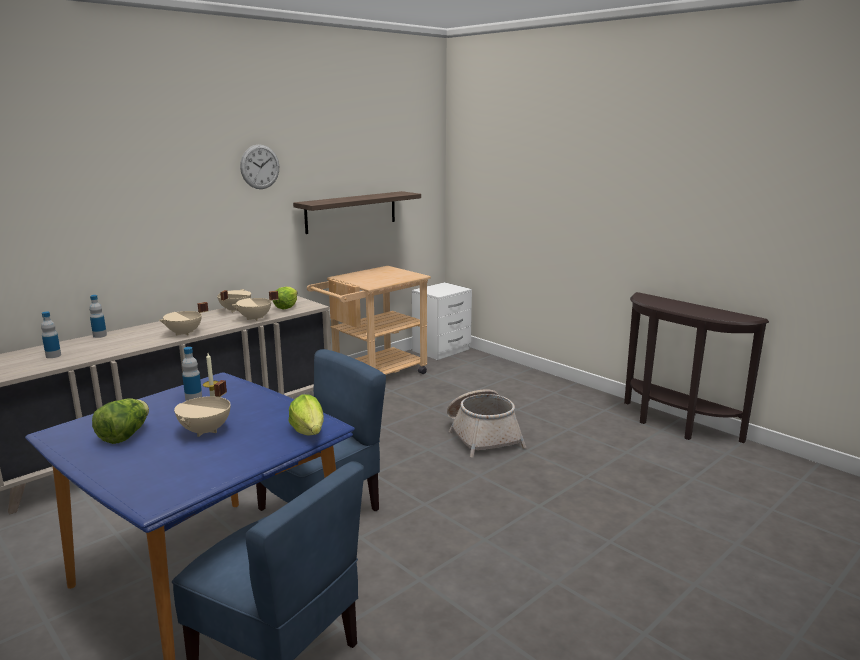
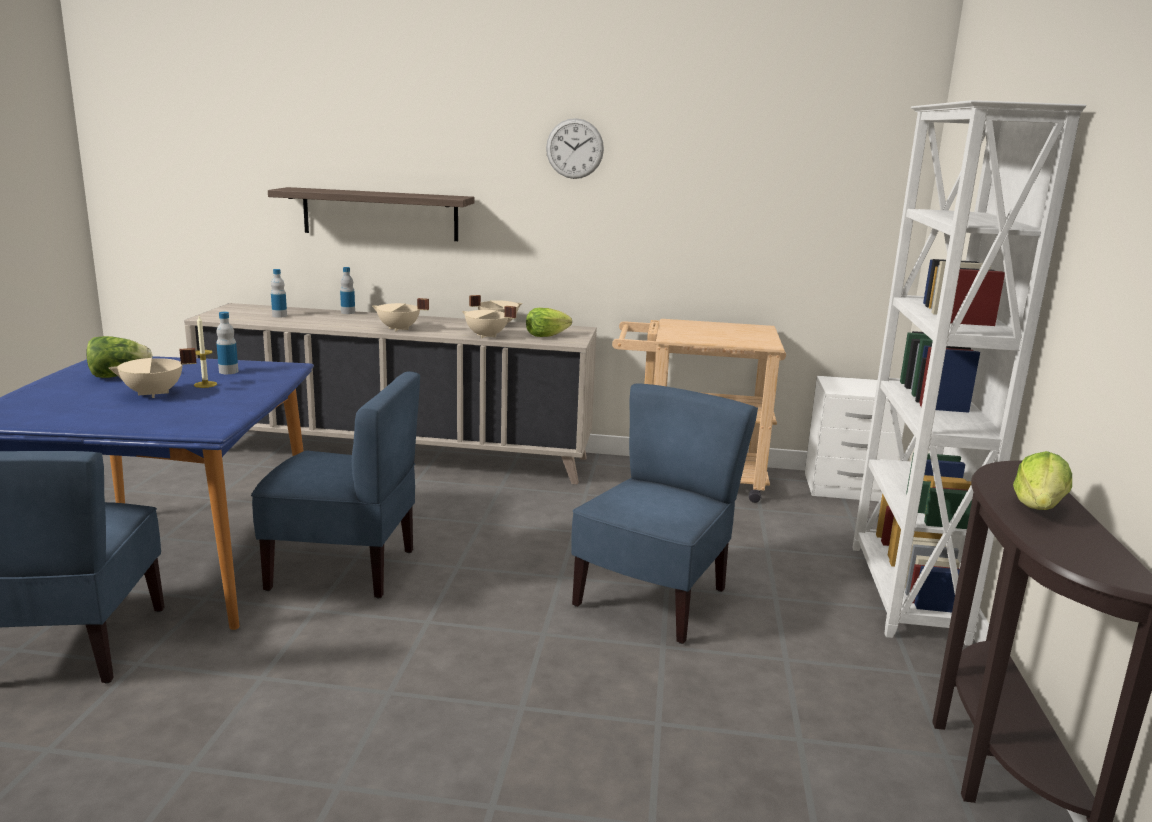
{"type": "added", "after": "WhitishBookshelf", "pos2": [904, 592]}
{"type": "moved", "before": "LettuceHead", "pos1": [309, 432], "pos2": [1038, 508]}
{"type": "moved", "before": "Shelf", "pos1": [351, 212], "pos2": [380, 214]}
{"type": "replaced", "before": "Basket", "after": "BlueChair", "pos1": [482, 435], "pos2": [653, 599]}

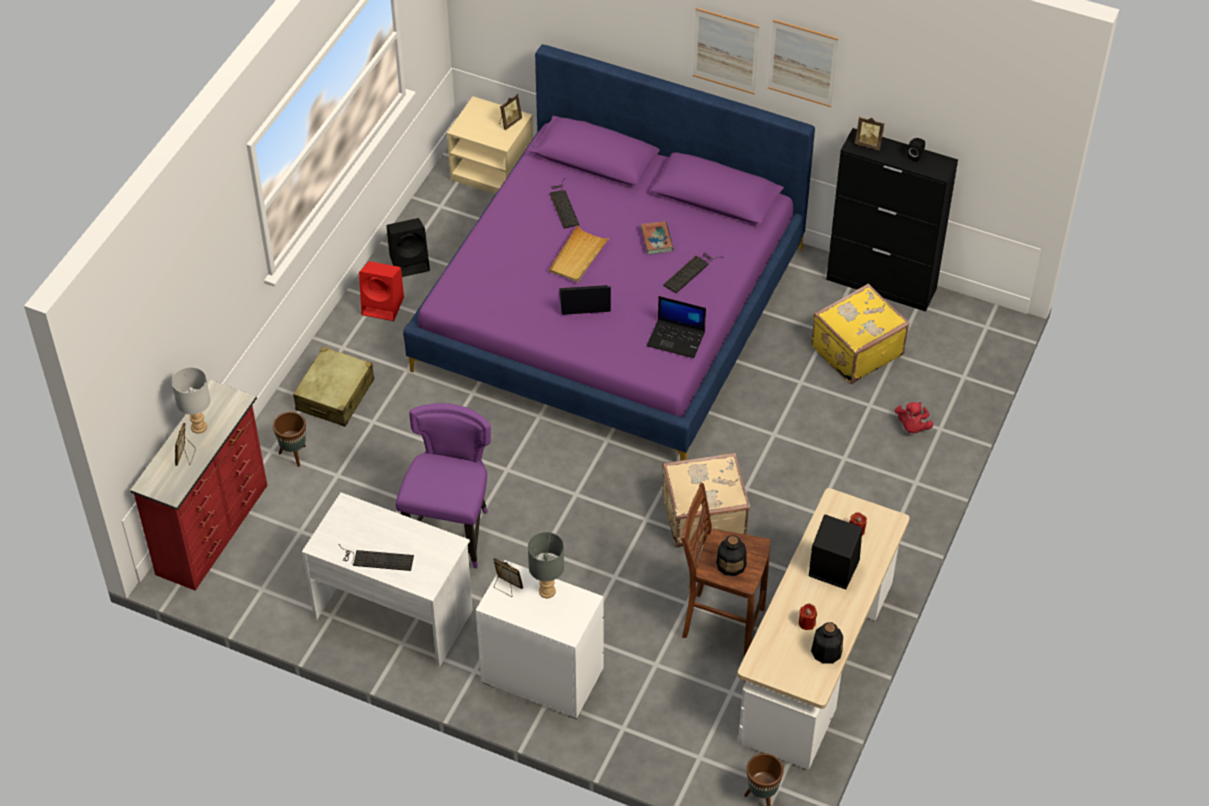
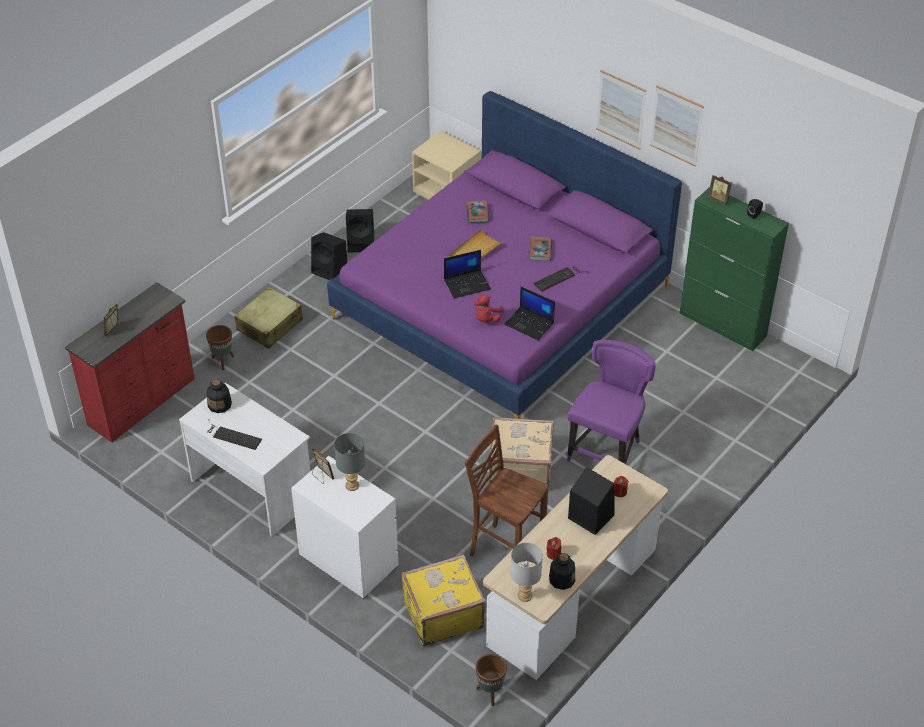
{"type": "removed", "before": "PhotoFrame", "pos1": [509, 122]}
{"type": "moved", "before": "GreyishTableLamp", "pos1": [199, 426], "pos2": [525, 595]}
{"type": "moved", "before": "PurpleChair", "pos1": [451, 532], "pos2": [607, 451]}
{"type": "moved", "before": "BeverageBottle", "pos1": [731, 564], "pos2": [220, 405]}
{"type": "moved", "before": "YellowTravelCase", "pos1": [855, 350], "pos2": [442, 613]}
{"type": "moved", "before": "ReddishPlushToy", "pos1": [912, 427], "pos2": [486, 319]}
{"type": "replaced", "before": "Keyboard", "after": "Volume", "pos1": [563, 205], "pos2": [477, 213]}
{"type": "recoloured", "before": "ReddishLoudspeaker", "after": "BlackishLoudspeaker", "pos1": [384, 306], "pos2": [330, 270]}
{"type": "recoloured", "before": "BlackishCupboard", "after": "GreenishCupboard", "pos1": [881, 284], "pos2": [723, 325]}
{"type": "turned", "before": "NotebookComputer", "pos1": [584, 301], "pos2": [467, 284], "turn": 150}

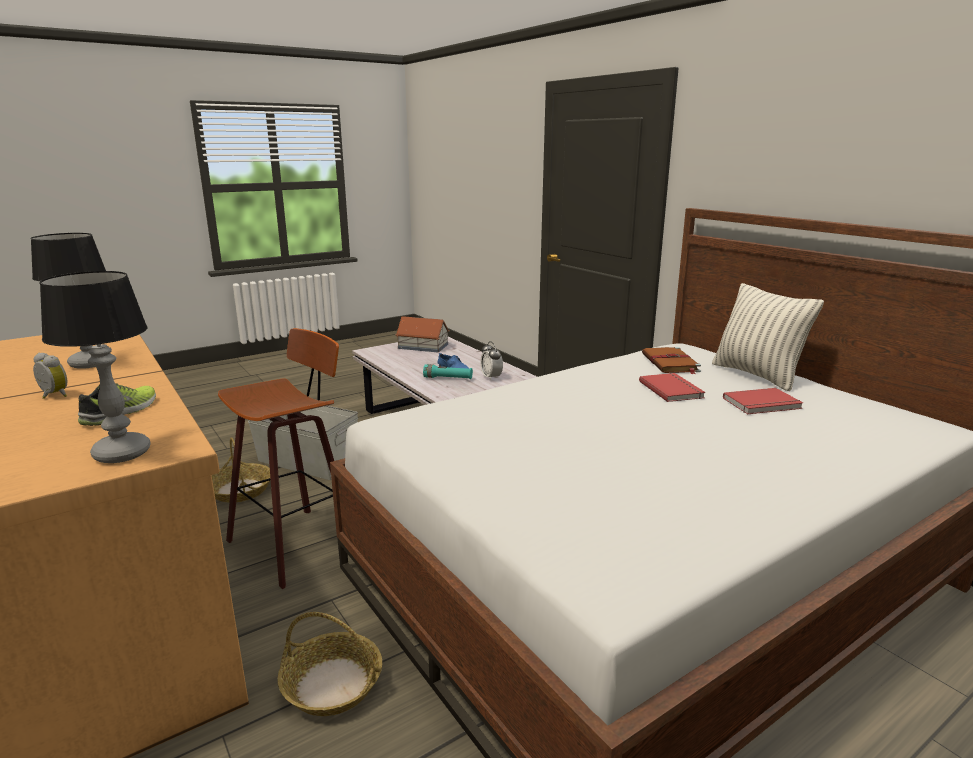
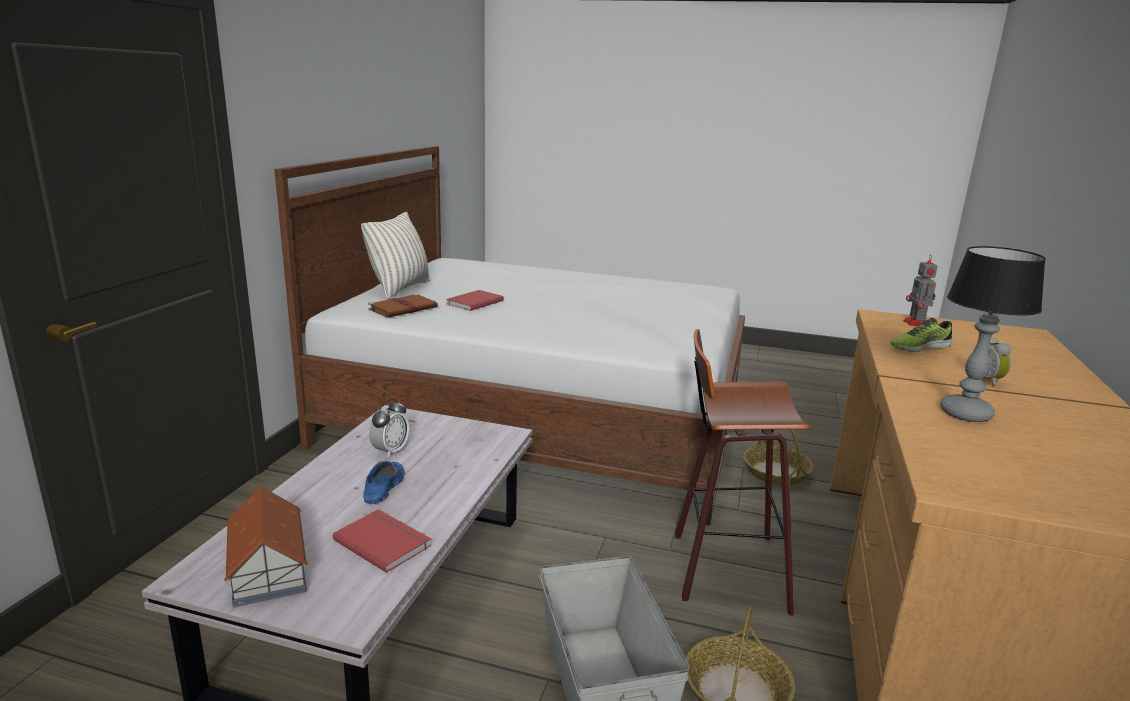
{"type": "removed", "before": "BlueGreenHandTorch", "pos1": [448, 378]}
{"type": "moved", "before": "ReddishVolume", "pos1": [763, 404], "pos2": [384, 541]}
{"type": "replaced", "before": "TableLamp", "after": "ModelRobot", "pos1": [120, 453], "pos2": [916, 324]}

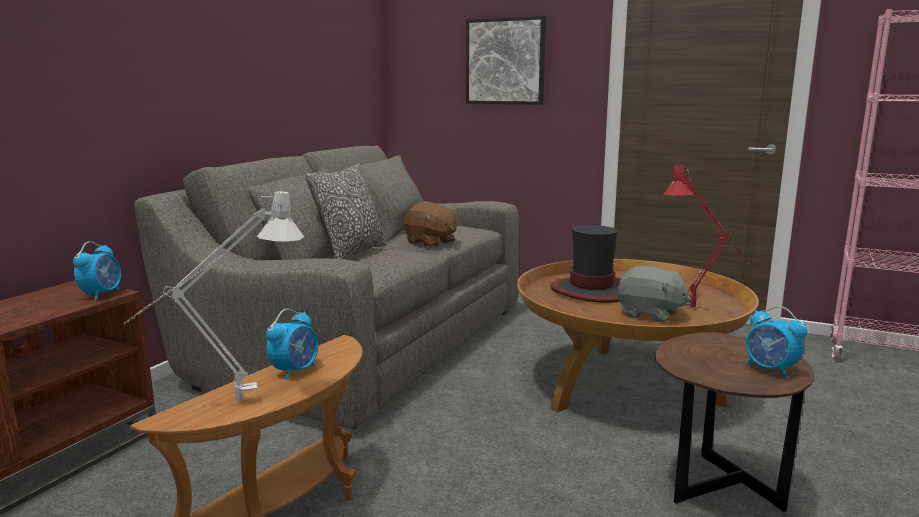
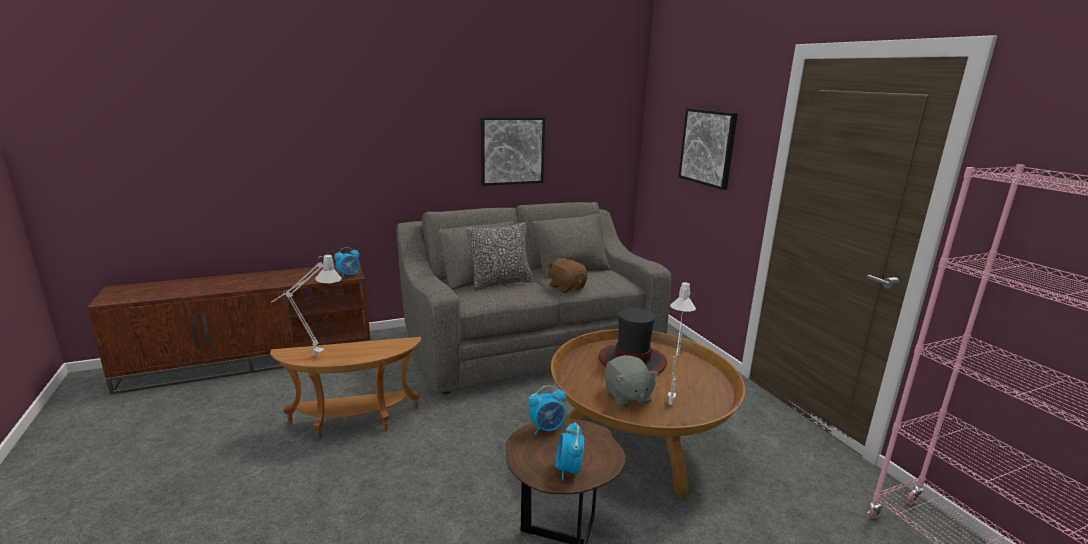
{"type": "added", "after": "Picture", "pos2": [512, 150]}
{"type": "moved", "before": "BedsideClock", "pos1": [295, 371], "pos2": [547, 429]}
{"type": "recoloured", "before": "ReddishTableLamp", "after": "WhitishTableLamp", "pos1": [698, 310], "pos2": [670, 409]}
{"type": "turned", "before": "BrownPlushToy", "pos1": [430, 242], "pos2": [566, 287], "turn": 150}

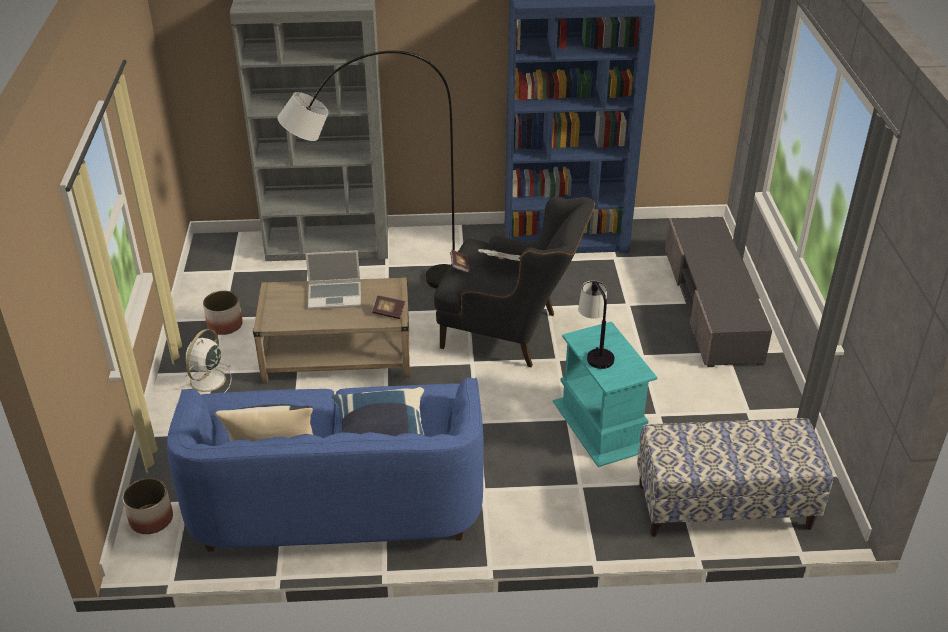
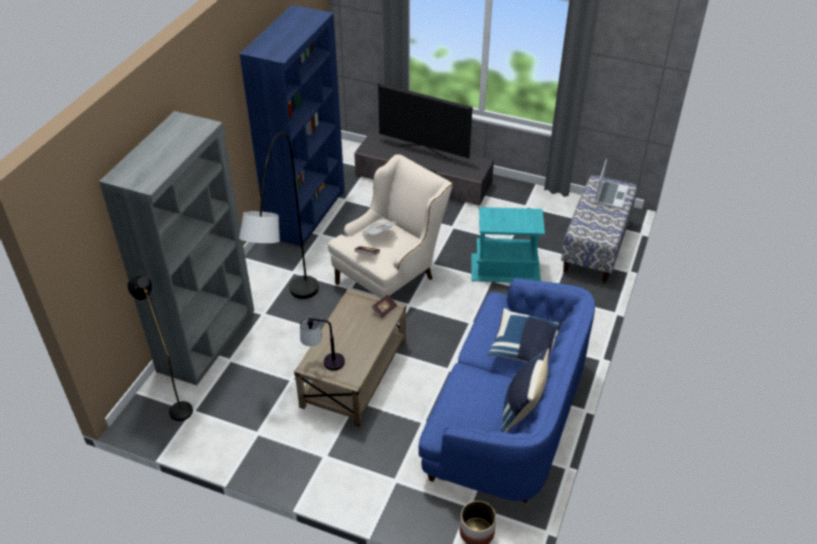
{"type": "removed", "before": "WhitishCoolingFan", "pos1": [207, 381]}
{"type": "removed", "before": "FlowerPot", "pos1": [225, 325]}
{"type": "added", "after": "BlackishFloorLamp", "pos2": [177, 406]}
{"type": "added", "after": "Television", "pos2": [423, 152]}
{"type": "moved", "before": "NotebookComputer", "pos1": [335, 296], "pos2": [610, 195]}
{"type": "moved", "before": "TableLamp", "pos1": [594, 352], "pos2": [323, 362]}
{"type": "recoloured", "before": "BlackishEasyChair", "after": "BeigeEasyChair", "pos1": [511, 333], "pos2": [391, 275]}

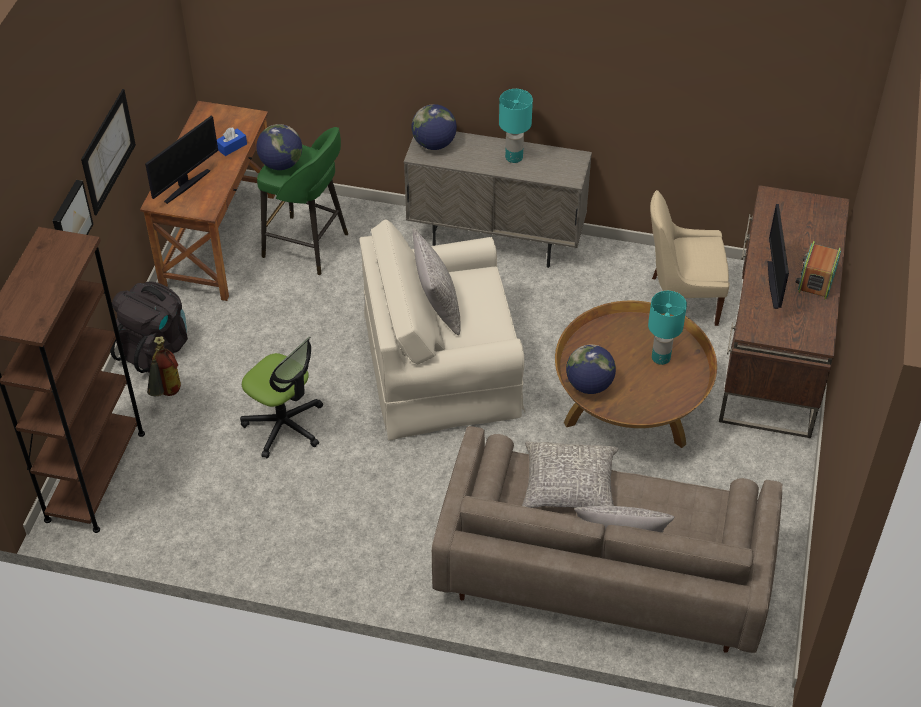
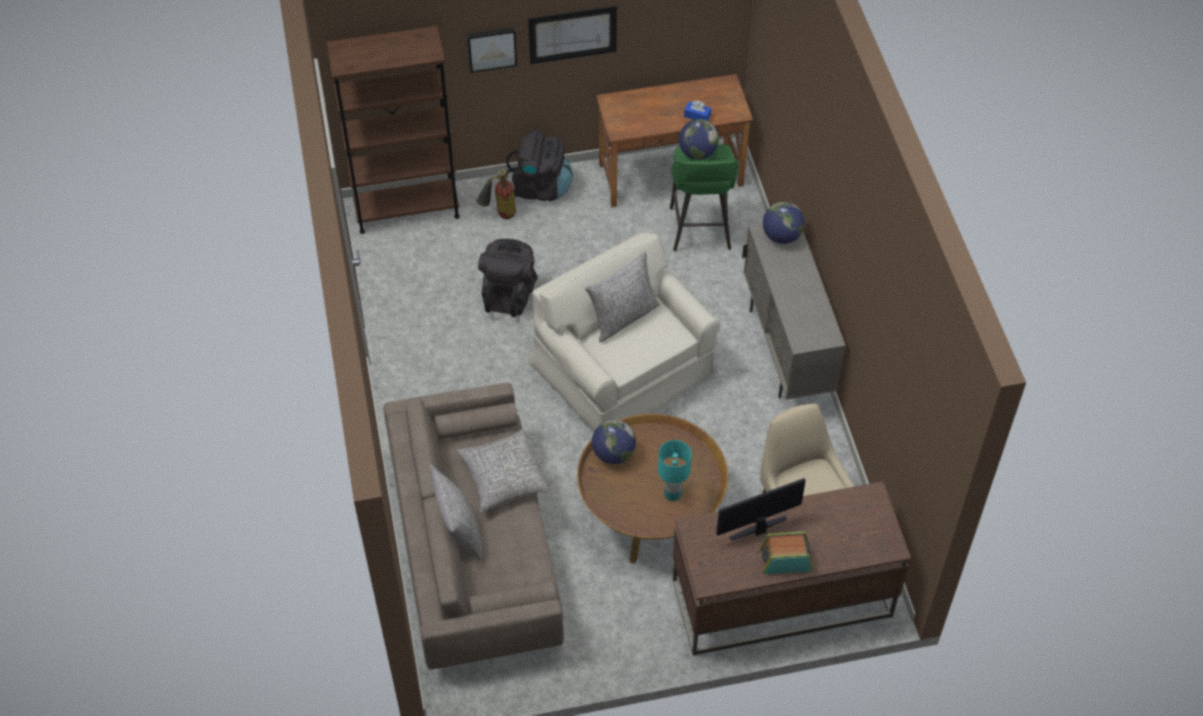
{"type": "removed", "before": "ComputerScreen", "pos1": [186, 185]}
{"type": "removed", "before": "BlueGreenTableLamp", "pos1": [513, 157]}
{"type": "replaced", "before": "OfficeChair", "after": "BlackishBackpack", "pos1": [284, 425], "pos2": [509, 294]}

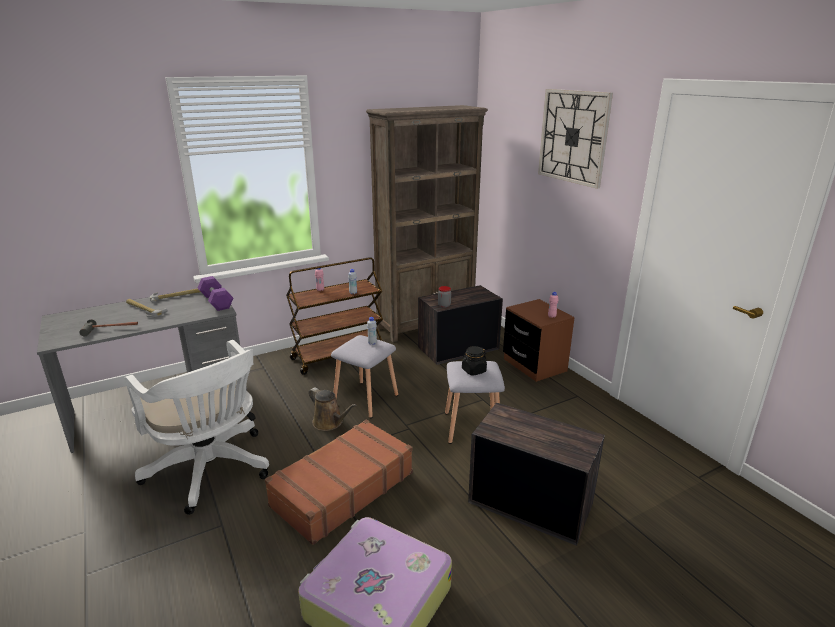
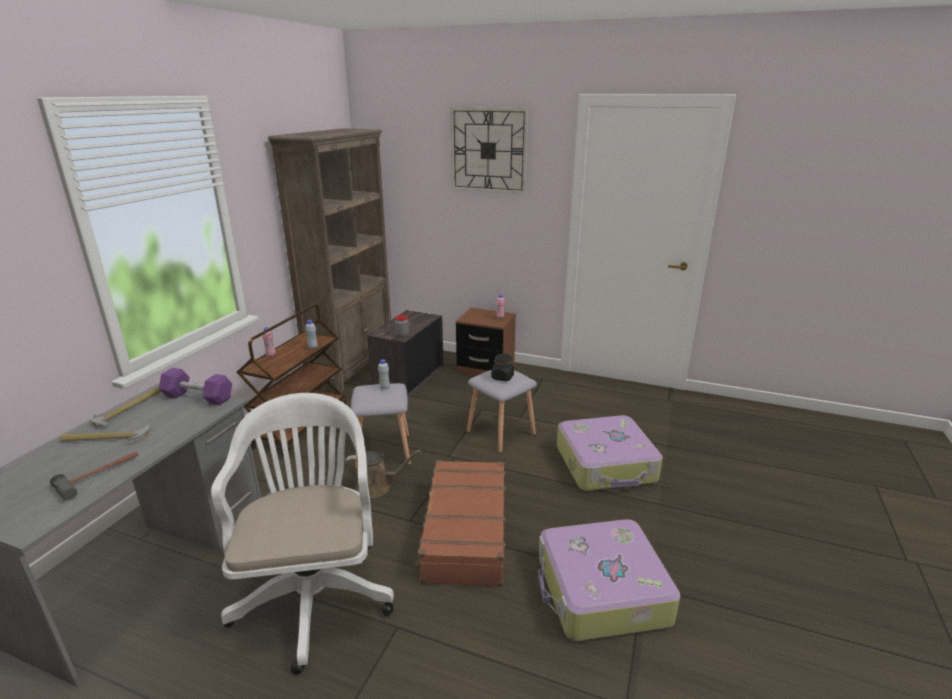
{"type": "replaced", "before": "ShippingCrate", "after": "TravelCase", "pos1": [532, 503], "pos2": [606, 464]}
{"type": "turned", "before": "WhitishOfficeChair", "pos1": [212, 471], "pos2": [314, 591], "turn": -105}

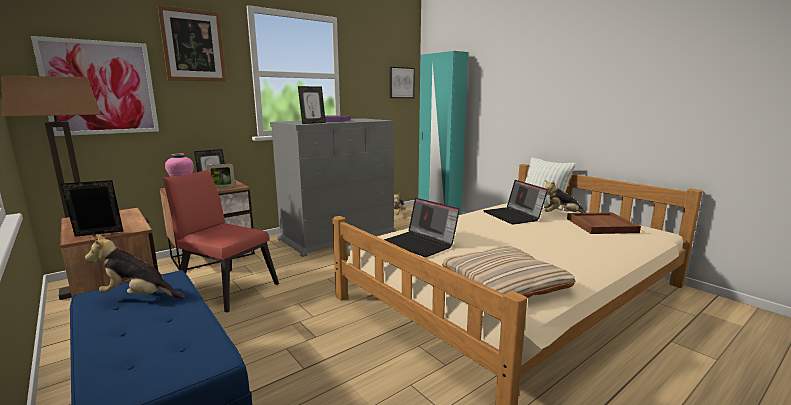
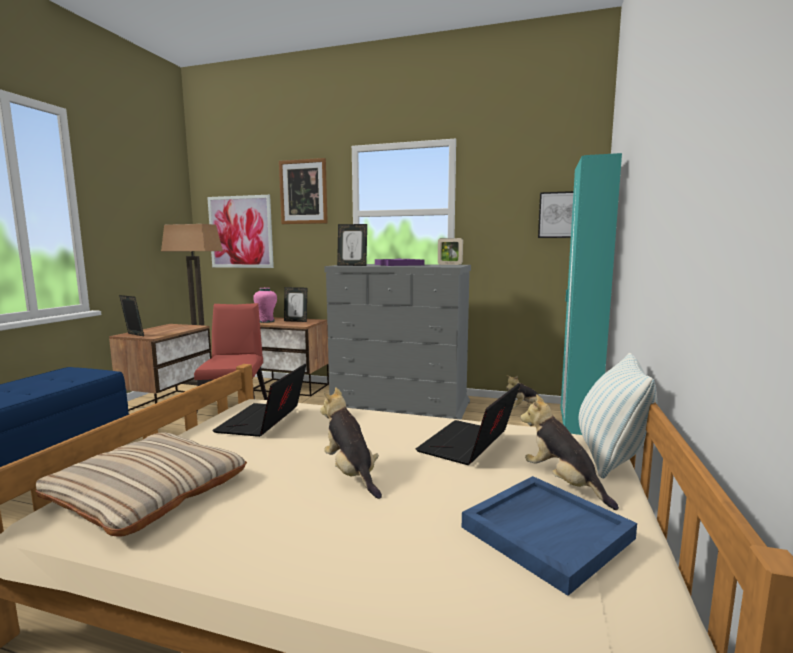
{"type": "moved", "before": "PlushToy", "pos1": [139, 297], "pos2": [351, 473]}
{"type": "moved", "before": "PhotoFrame", "pos1": [222, 188], "pos2": [449, 264]}
{"type": "recoloured", "before": "BrownTray", "after": "BlueTray", "pos1": [600, 225], "pos2": [546, 532]}

